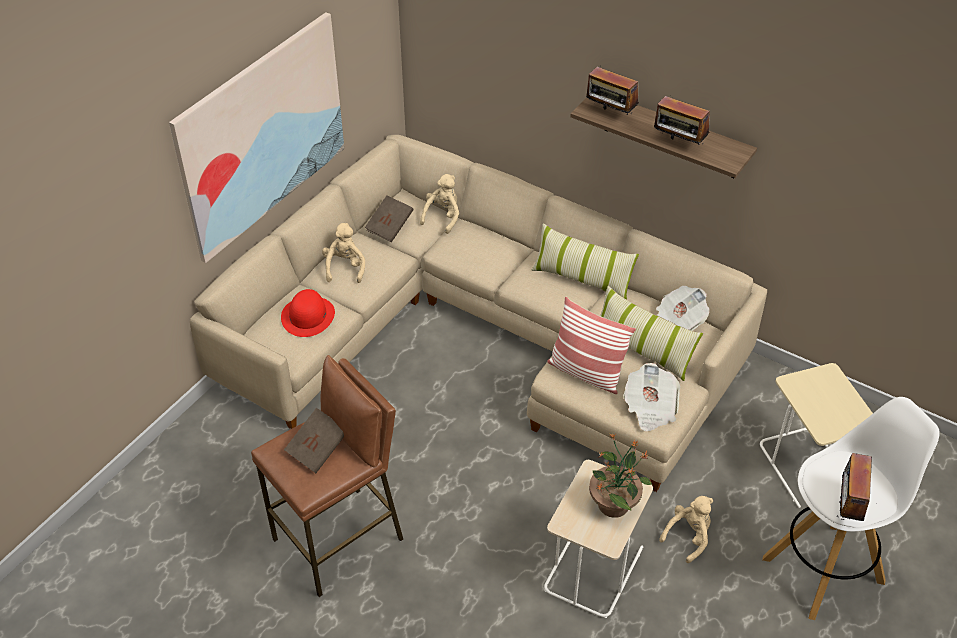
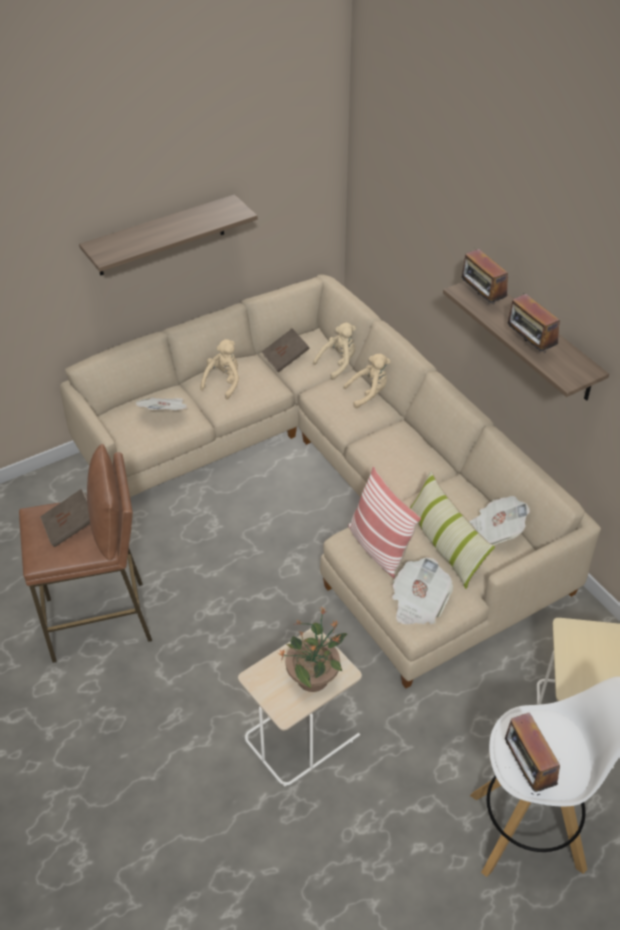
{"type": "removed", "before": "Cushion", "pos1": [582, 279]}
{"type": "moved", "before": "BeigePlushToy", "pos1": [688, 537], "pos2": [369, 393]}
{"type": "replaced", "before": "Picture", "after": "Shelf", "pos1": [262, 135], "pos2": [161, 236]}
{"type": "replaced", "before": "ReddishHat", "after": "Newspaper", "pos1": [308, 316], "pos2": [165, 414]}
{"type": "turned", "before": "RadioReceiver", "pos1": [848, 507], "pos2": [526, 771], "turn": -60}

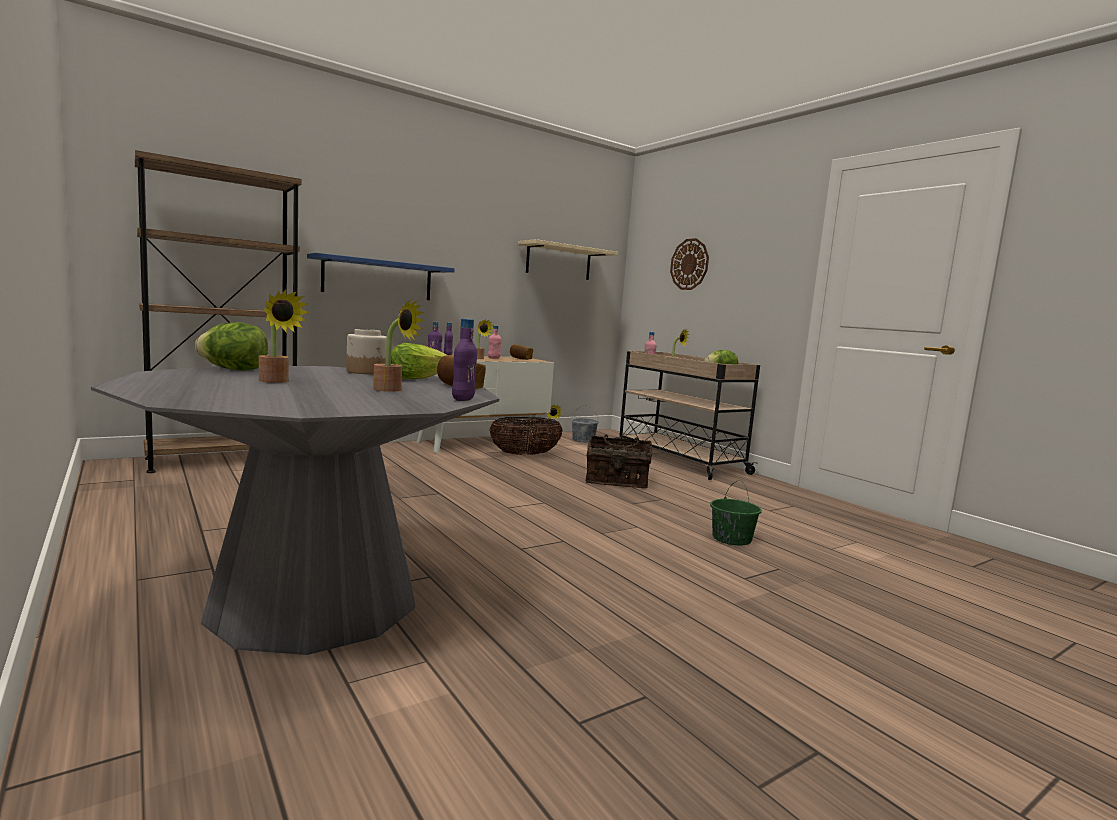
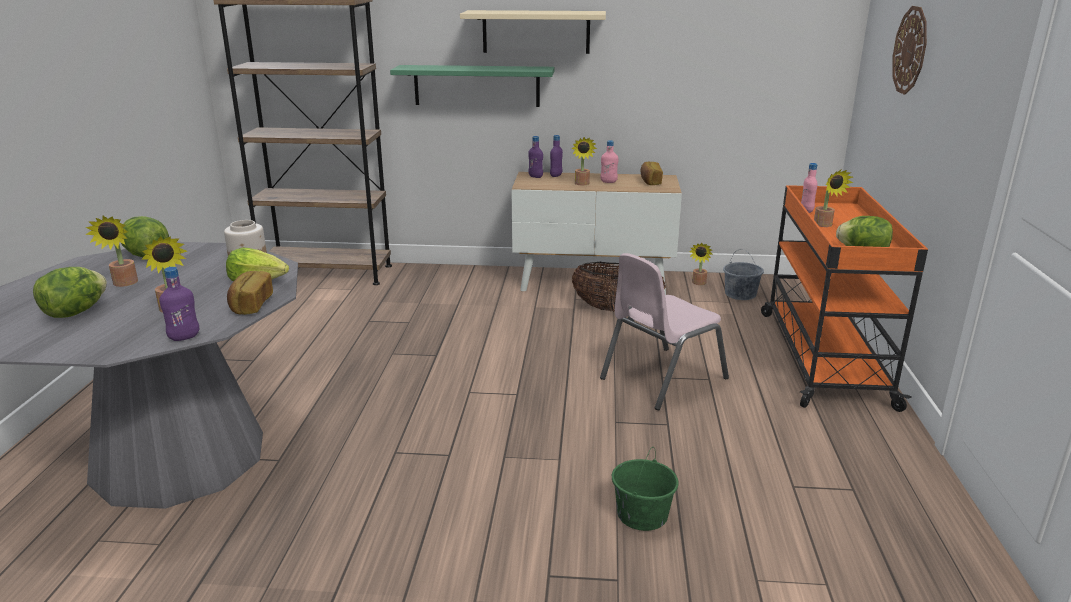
{"type": "added", "after": "LettuceHead", "pos2": [75, 312]}
{"type": "moved", "before": "BeigeShelf", "pos1": [558, 261], "pos2": [536, 32]}
{"type": "replaced", "before": "Basket", "after": "PinkColouredChair", "pos1": [616, 480], "pos2": [662, 378]}
{"type": "recoloured", "before": "BlueShelf", "after": "GreenishShelf", "pos1": [378, 279], "pos2": [476, 85]}
{"type": "recoloured", "before": "BeigeTrolley", "after": "OrangeColouredTrolley", "pos1": [677, 459], "pos2": [823, 356]}

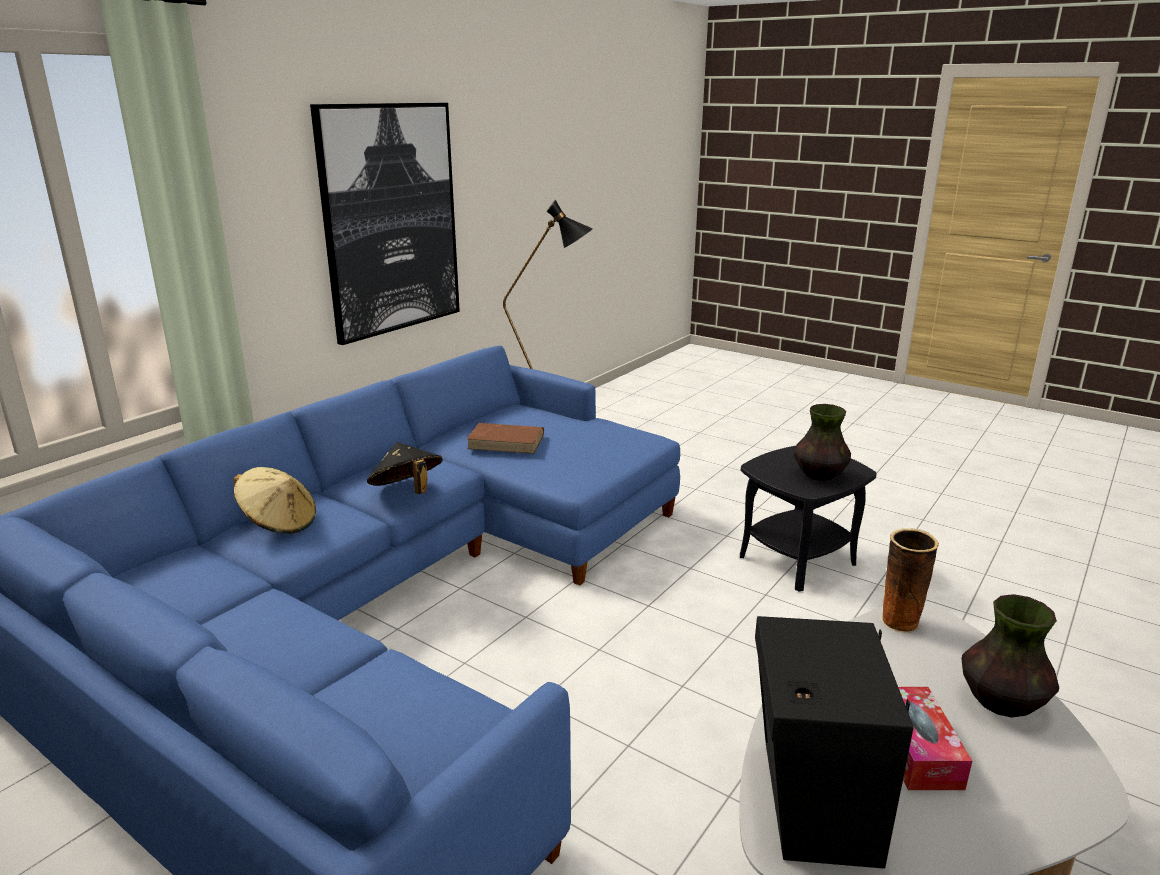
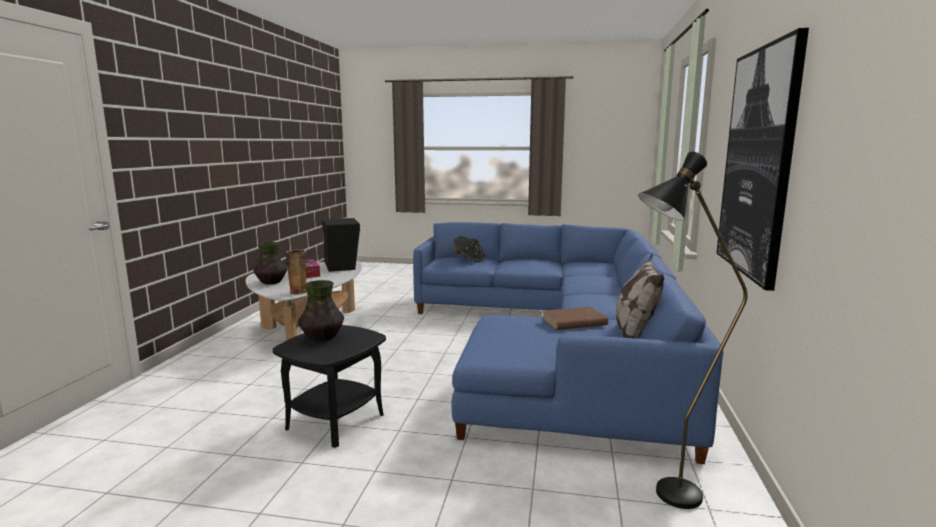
{"type": "removed", "before": "BeigeHat", "pos1": [279, 523]}
{"type": "added", "after": "Cushion", "pos2": [635, 336]}
{"type": "moved", "before": "BlackishHat", "pos1": [407, 492], "pos2": [469, 260]}

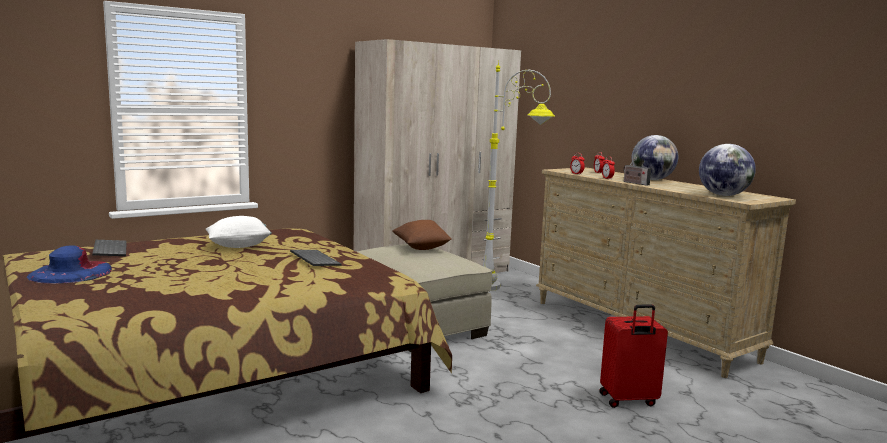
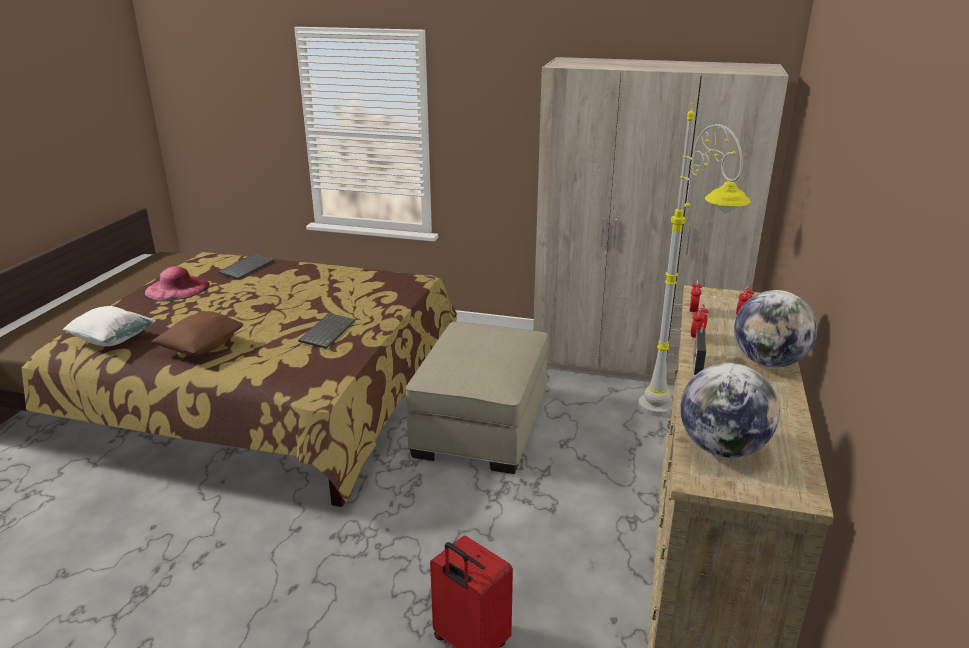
{"type": "moved", "before": "WhitishCushion", "pos1": [239, 246], "pos2": [112, 340]}
{"type": "moved", "before": "BrownCushion", "pos1": [421, 248], "pos2": [202, 348]}
{"type": "recoloured", "before": "BlueHat", "after": "PinkColouredHat", "pos1": [70, 272], "pos2": [177, 288]}

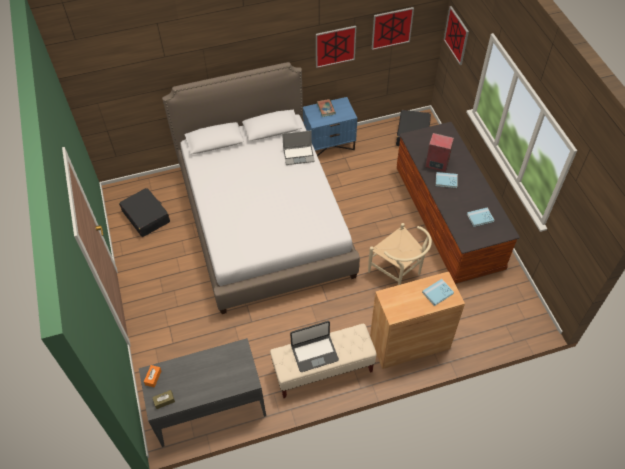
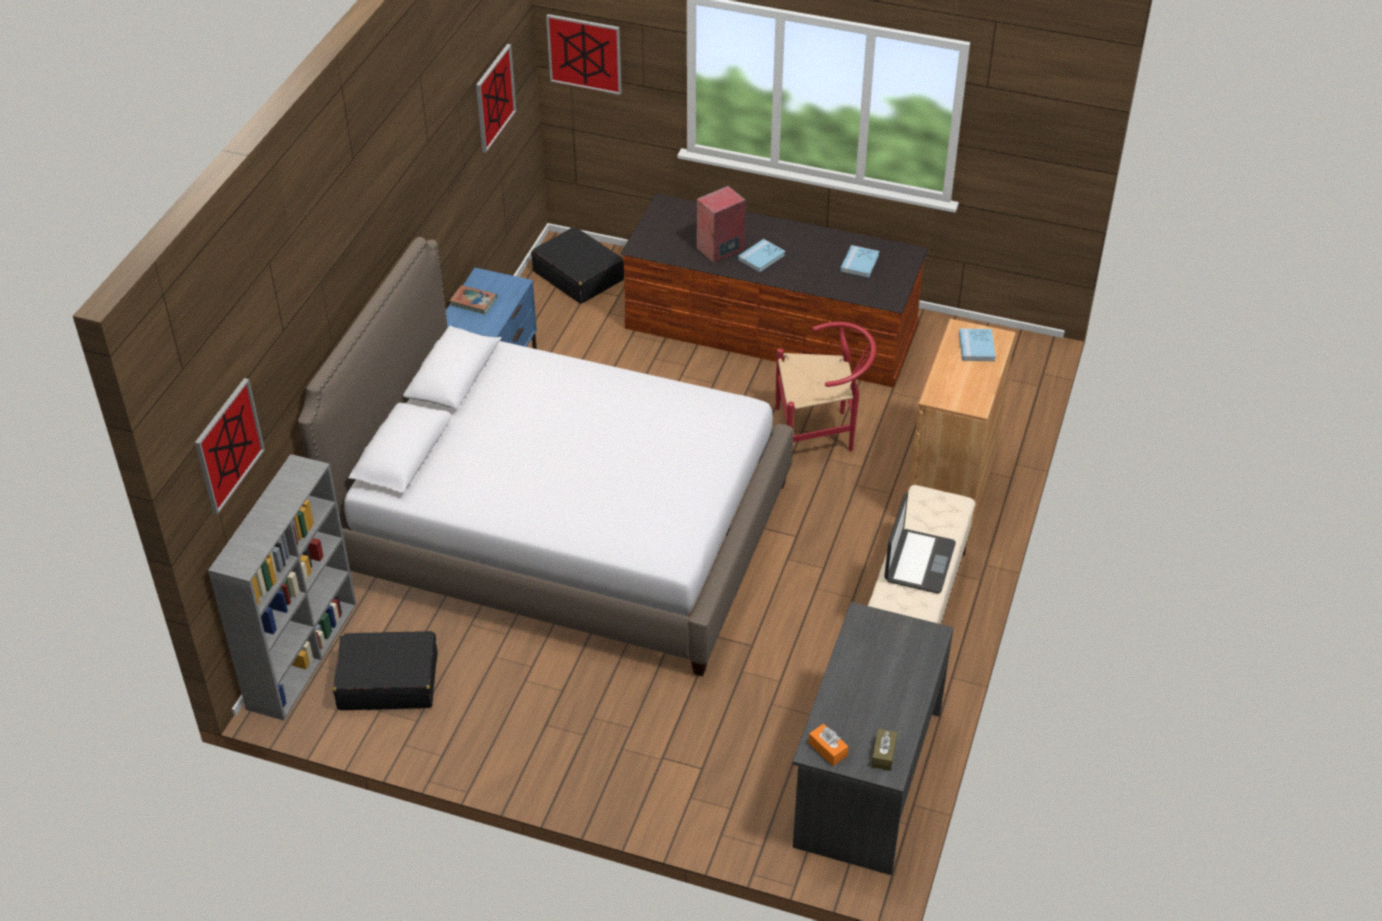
{"type": "removed", "before": "NotebookComputer", "pos1": [299, 155]}
{"type": "added", "after": "GreyishBookshelf", "pos2": [303, 654]}
{"type": "moved", "before": "Picture", "pos1": [335, 46], "pos2": [228, 445]}
{"type": "recoloured", "before": "BeigeChair", "after": "ReddishChair", "pos1": [399, 273], "pos2": [821, 432]}

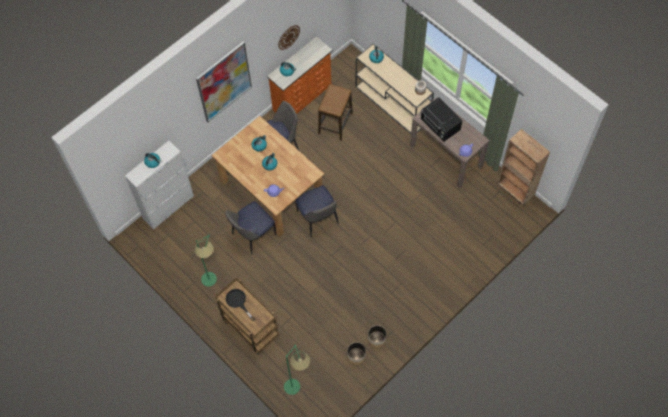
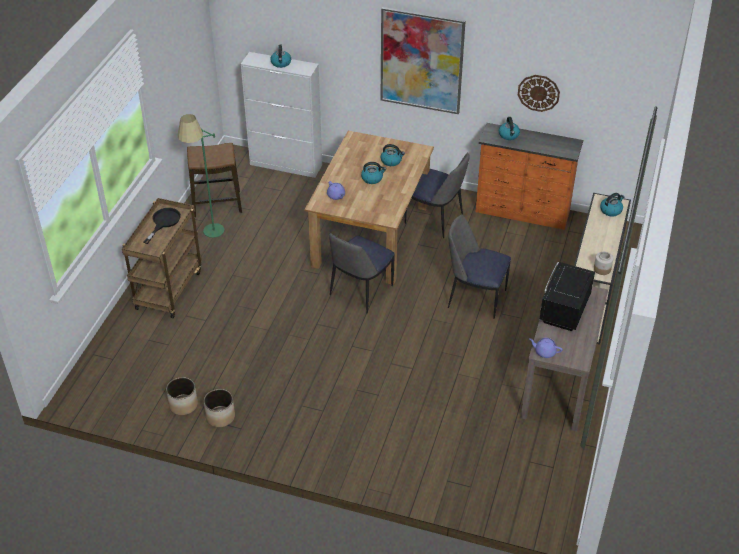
{"type": "removed", "before": "GreenishFloorLamp", "pos1": [299, 389]}
{"type": "removed", "before": "BrownBookshelf", "pos1": [514, 193]}
{"type": "moved", "before": "Chair", "pos1": [253, 235], "pos2": [475, 298]}
{"type": "moved", "before": "Stool", "pos1": [335, 123], "pos2": [217, 204]}

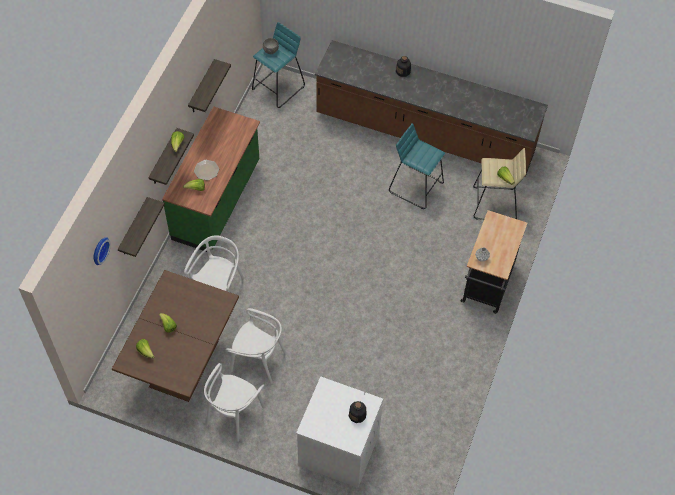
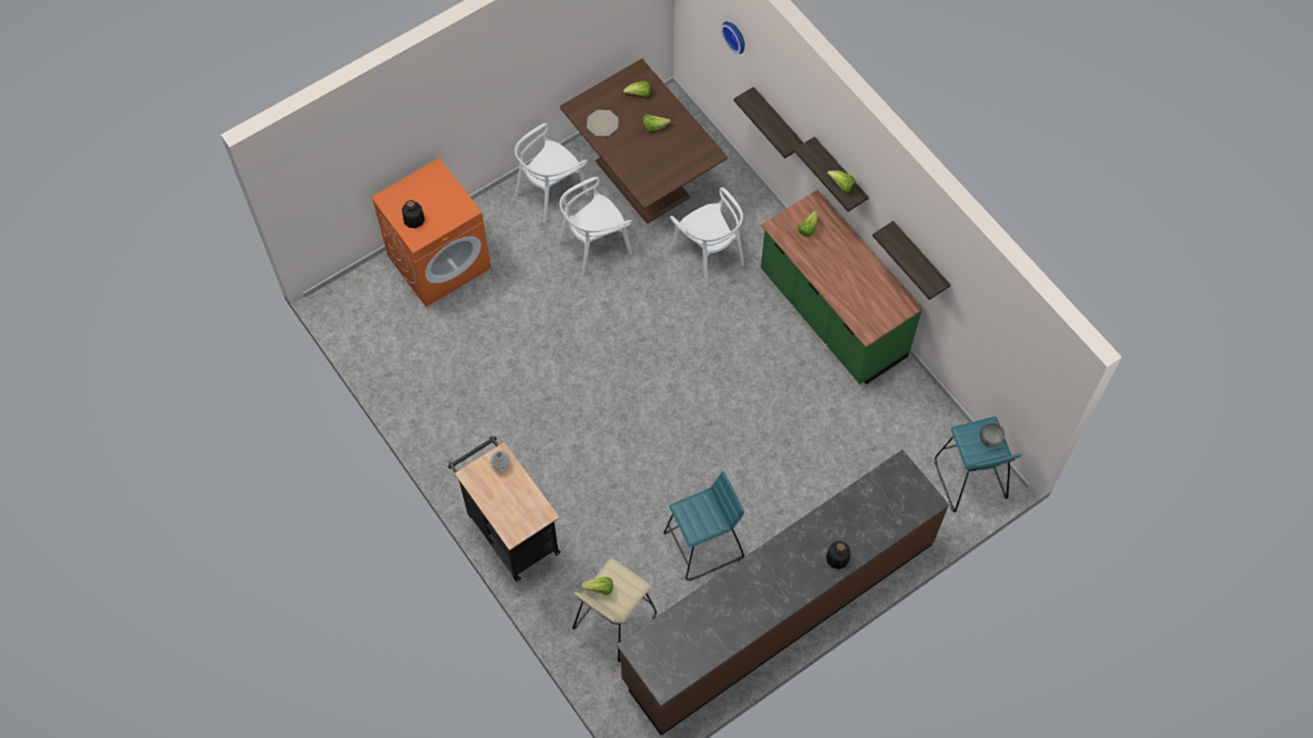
{"type": "moved", "before": "DinnerPlate", "pos1": [206, 170], "pos2": [602, 123]}
{"type": "recoloured", "before": "WhitishLaundryMachine", "after": "OrangeColouredLaundryMachine", "pos1": [338, 450], "pos2": [439, 261]}
{"type": "turned", "before": "WhitishChair", "pos1": [234, 414], "pos2": [551, 192], "turn": -105}

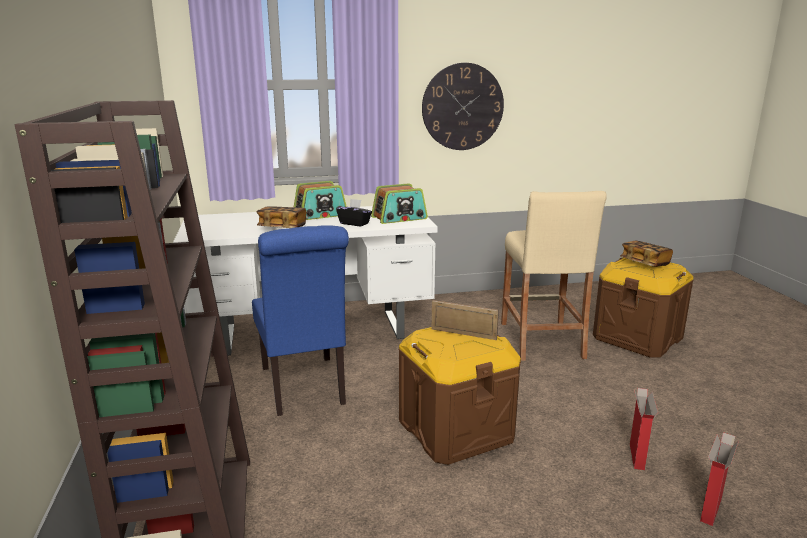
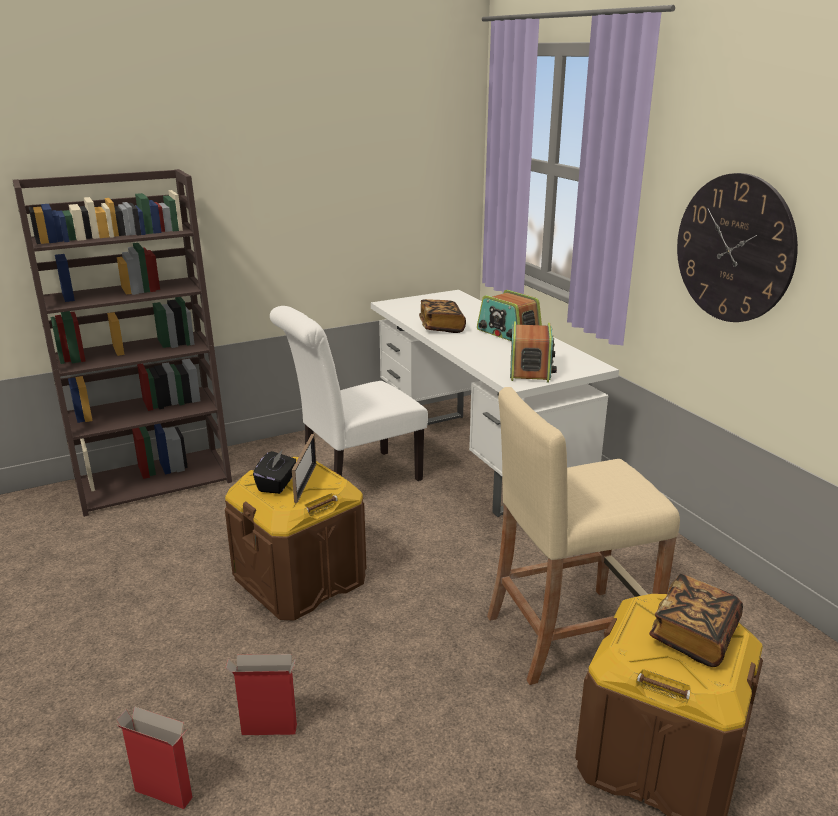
{"type": "moved", "before": "BlackishTissueBox", "pos1": [354, 223], "pos2": [277, 484]}
{"type": "recoloured", "before": "BlueChair", "after": "WhitishChair", "pos1": [304, 388], "pos2": [354, 480]}
{"type": "turned", "before": "RadioReceiver", "pos1": [399, 218], "pos2": [530, 369], "turn": -135}

